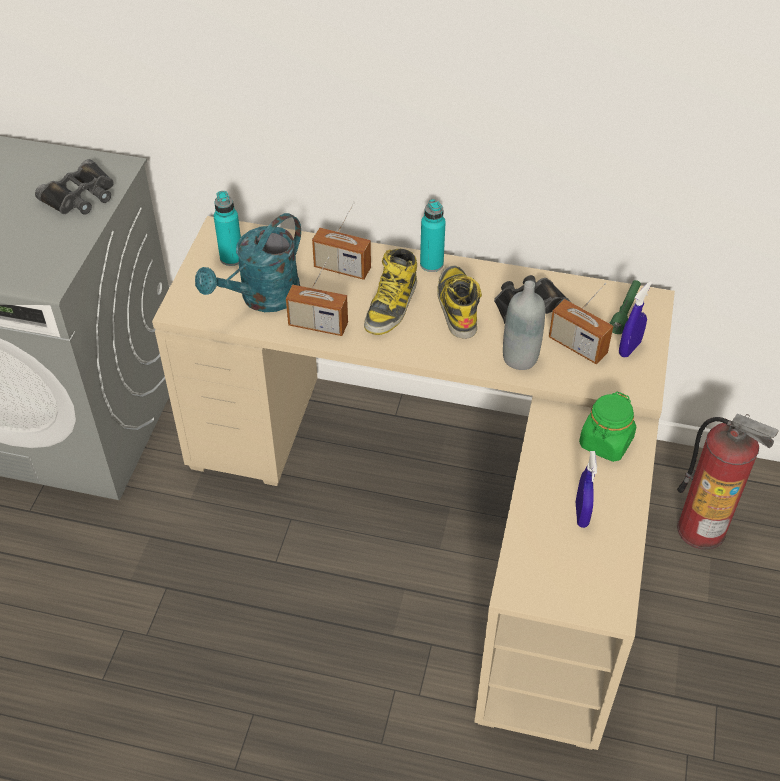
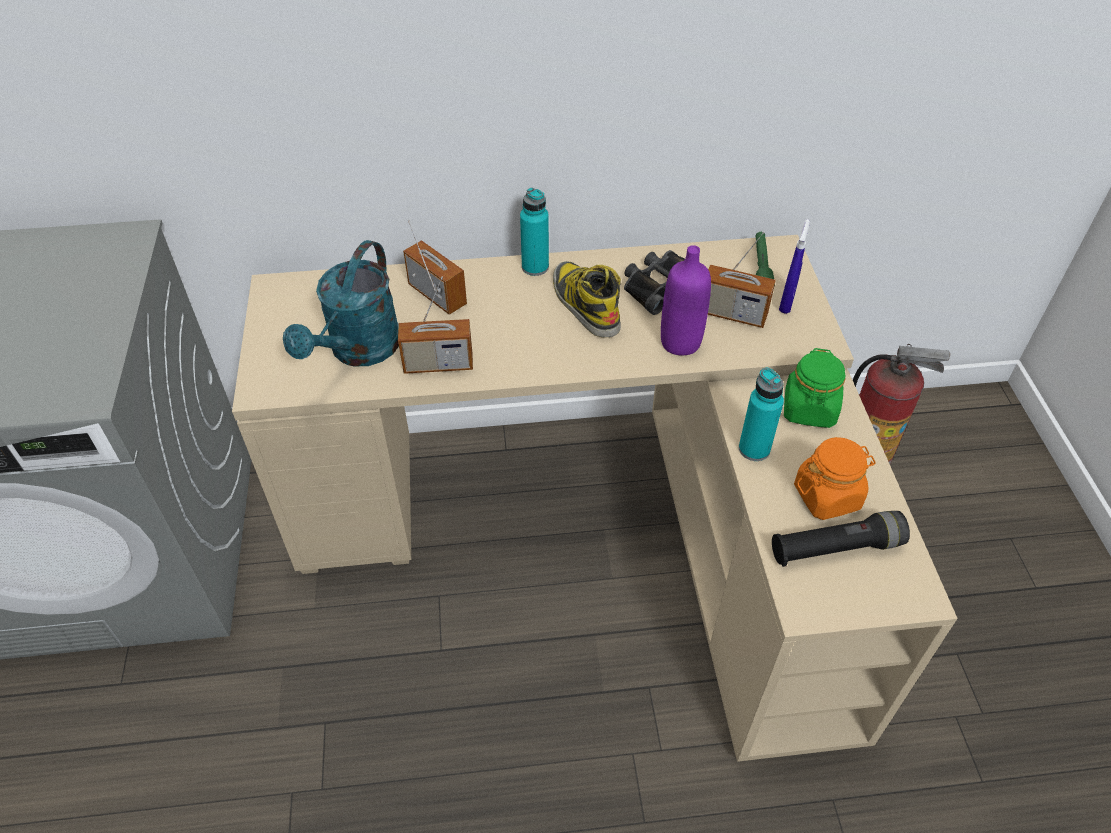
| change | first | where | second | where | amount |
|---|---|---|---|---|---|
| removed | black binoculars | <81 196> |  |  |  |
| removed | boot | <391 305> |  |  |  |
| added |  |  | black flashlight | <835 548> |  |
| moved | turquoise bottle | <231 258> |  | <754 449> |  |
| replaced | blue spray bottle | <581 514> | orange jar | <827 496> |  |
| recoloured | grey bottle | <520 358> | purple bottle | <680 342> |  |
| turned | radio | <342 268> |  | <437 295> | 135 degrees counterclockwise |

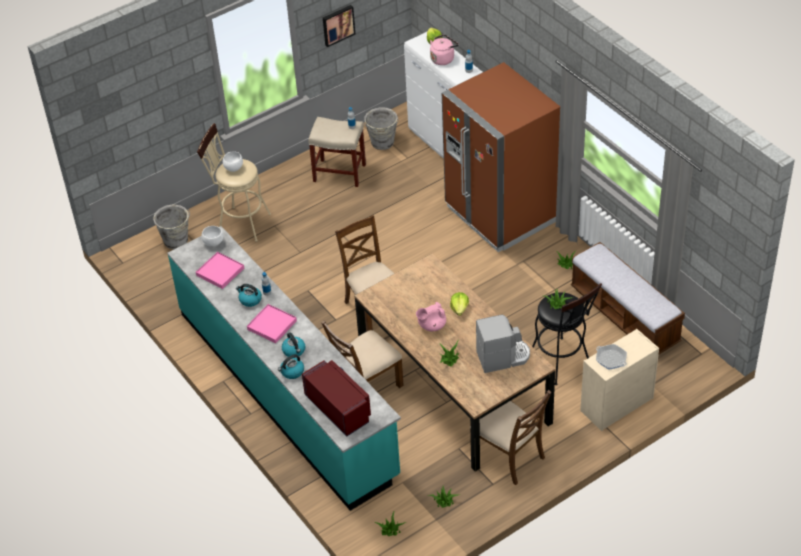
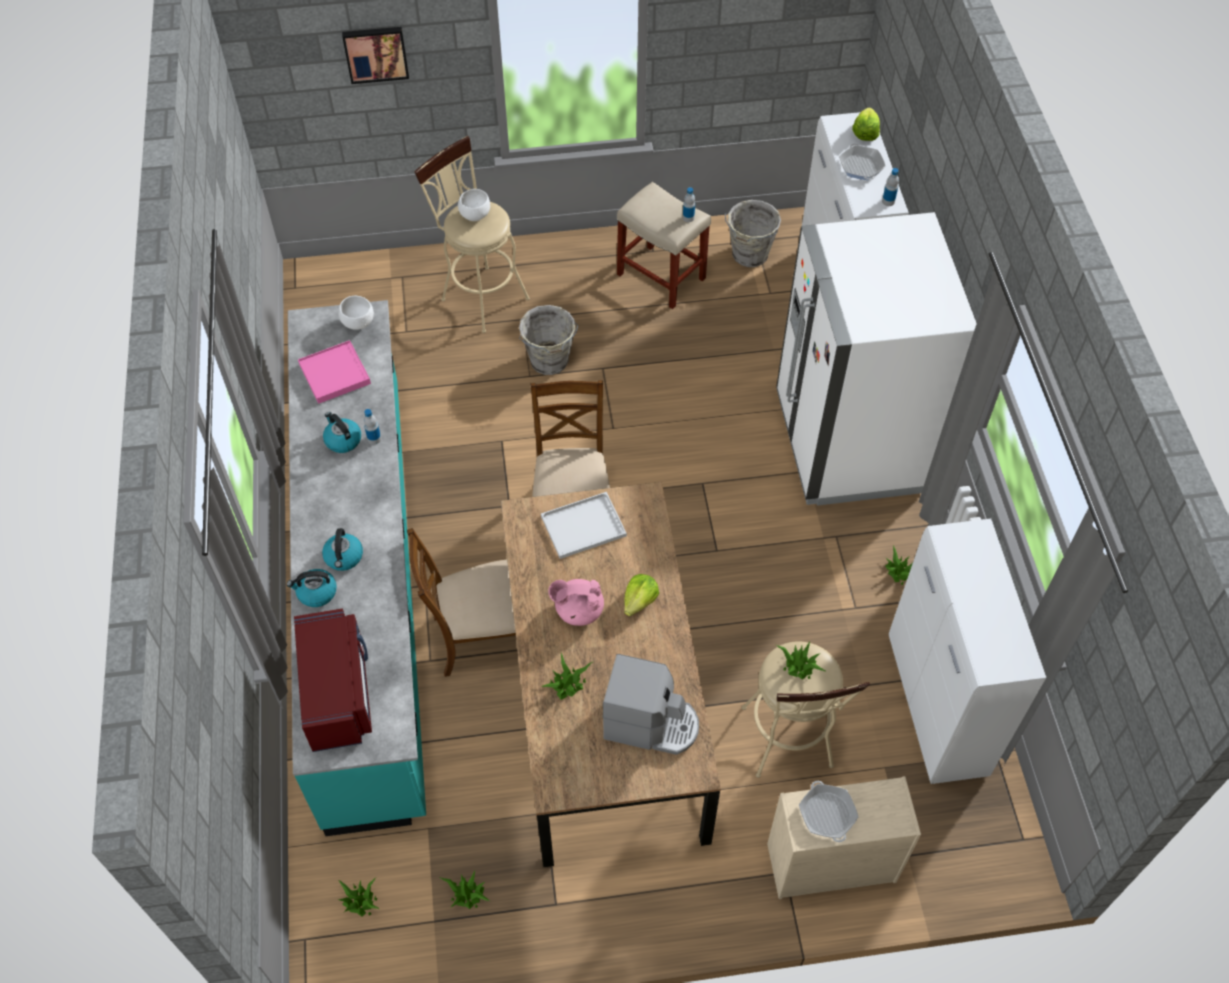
| change | first | where | second | where | amount |
|---|---|---|---|---|---|
| removed | pink tray | <272 325> |  |  |  |
| removed | brown chair | <509 456> |  |  |  |
| added |  |  | white tray | <582 527> |  |
| moved | grey bucket | <176 241> |  | <549 362> |  |
| moved | picture | <338 25> |  | <376 53> |  |
| replaced | pink kettle | <443 59> | frying pan | <861 166> |  |
| replaced | bench | <624 316> | white cabinet | <937 707> |  |
| recoloured | brown fridge | <500 214> | white fridge | <848 443> |  |
| recoloured | black stool | <562 364> | beige stool | <789 745> |  |

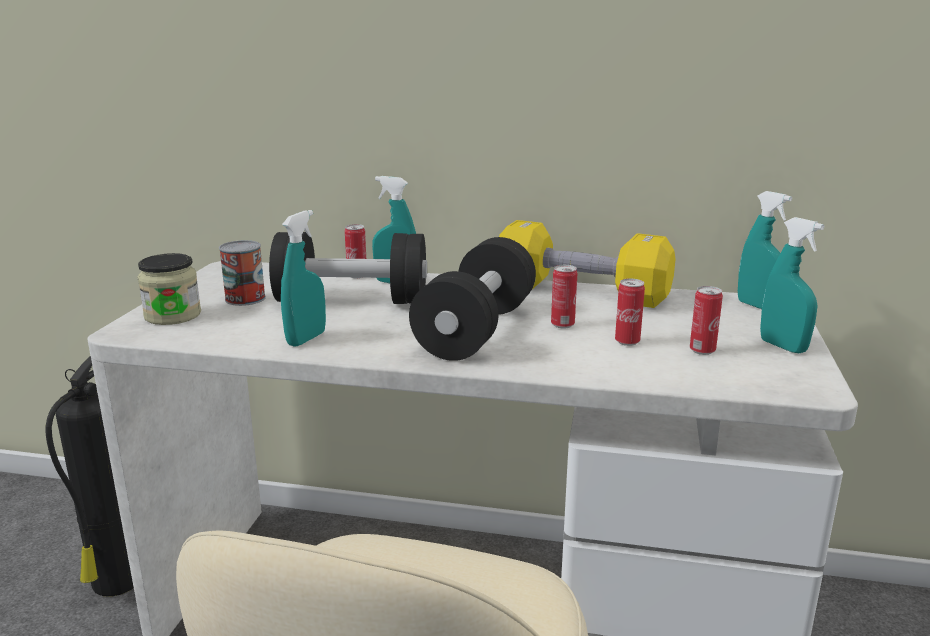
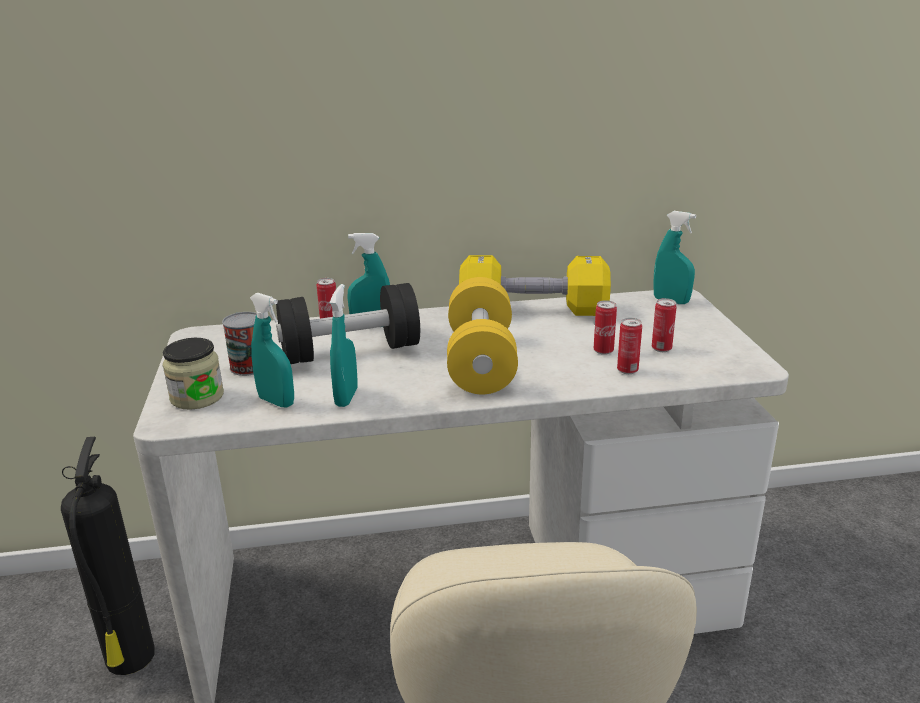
| change | first | where | second | where | amount |
|---|---|---|---|---|---|
| moved | can | <562 325> |  | <627 370> |  |
| moved | turquoise spray bottle | <783 346> |  | <276 401> |  |
| recoloured | black dumbbell | <476 330> | yellow dumbbell | <481 362> |  |

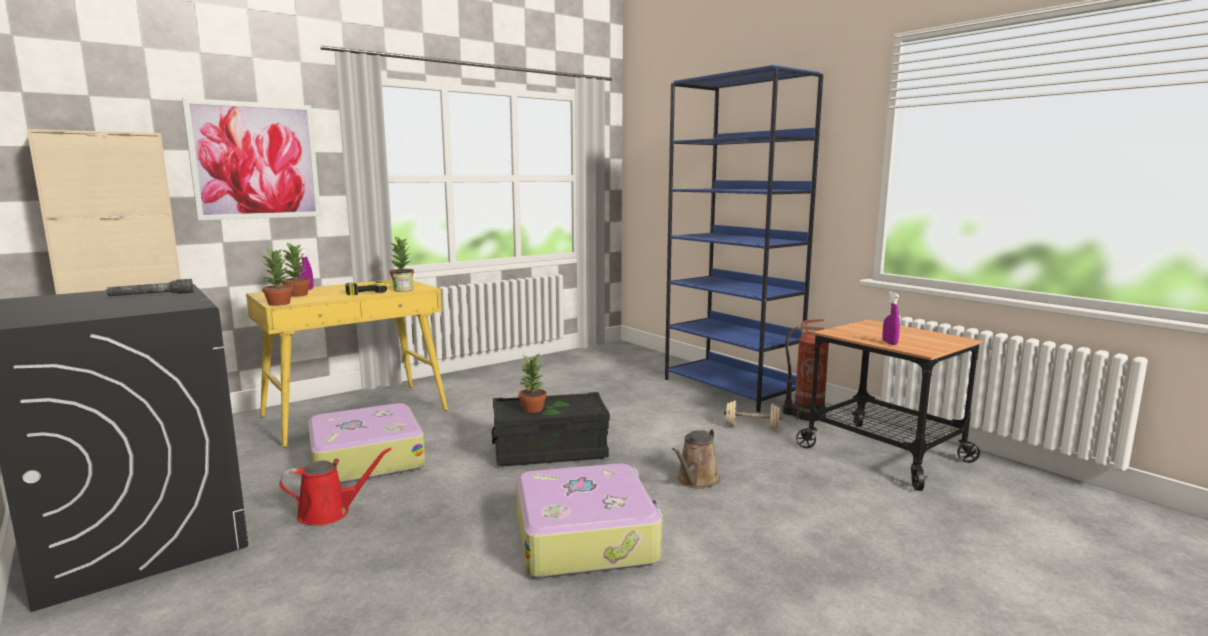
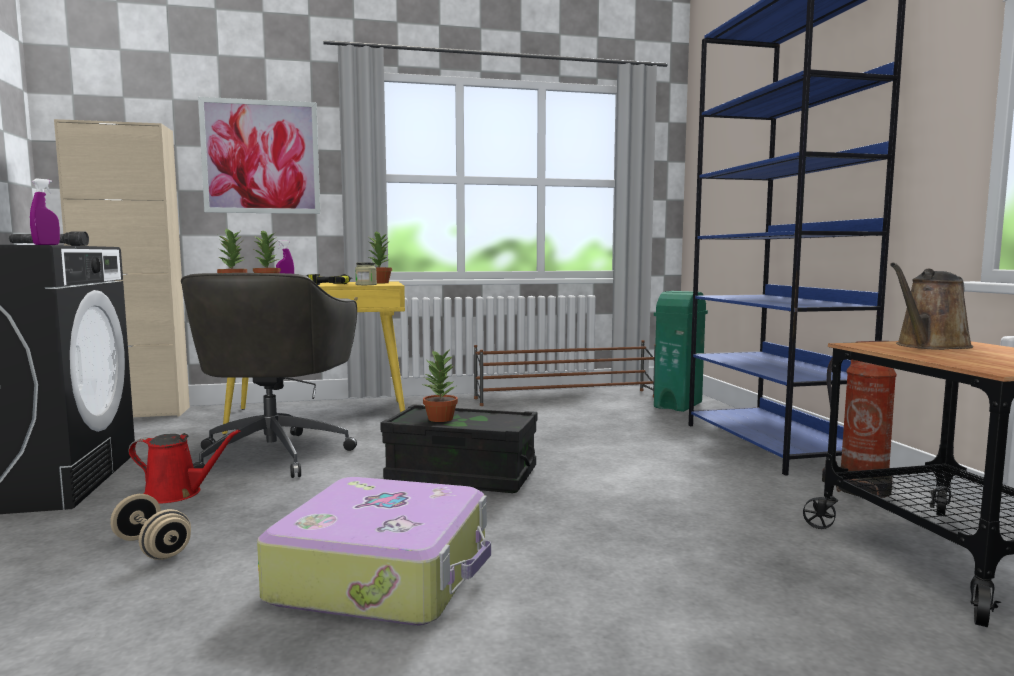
| change | first | where | second | where | amount |
|---|---|---|---|---|---|
| added |  |  | brown shoe rack | <566 398> |  |
| added |  |  | green trash can | <678 405> |  |
| moved | brown watering can | <696 481> |  | <929 346> |  |
| moved | beige dumbbell | <752 427> |  | <152 548> |  |
| moved | purple spray bottle | <889 343> |  | <46 245> |  |
| replaced | suitcase | <365 459> | grey office chair | <274 454> |  |

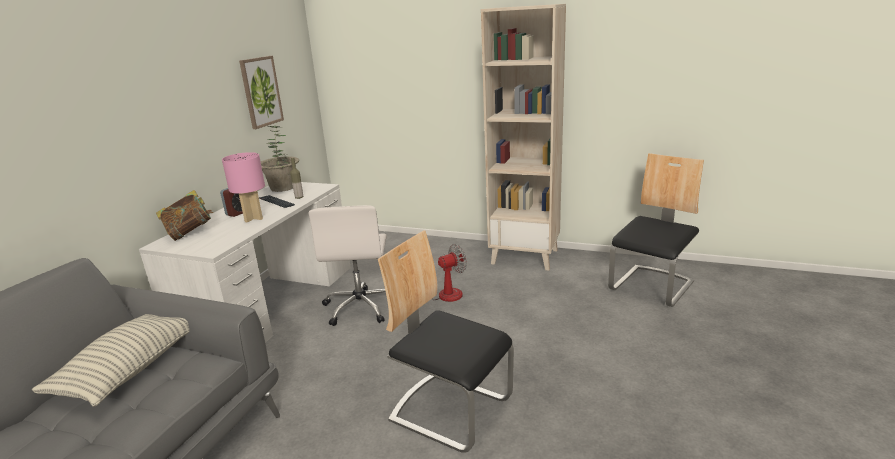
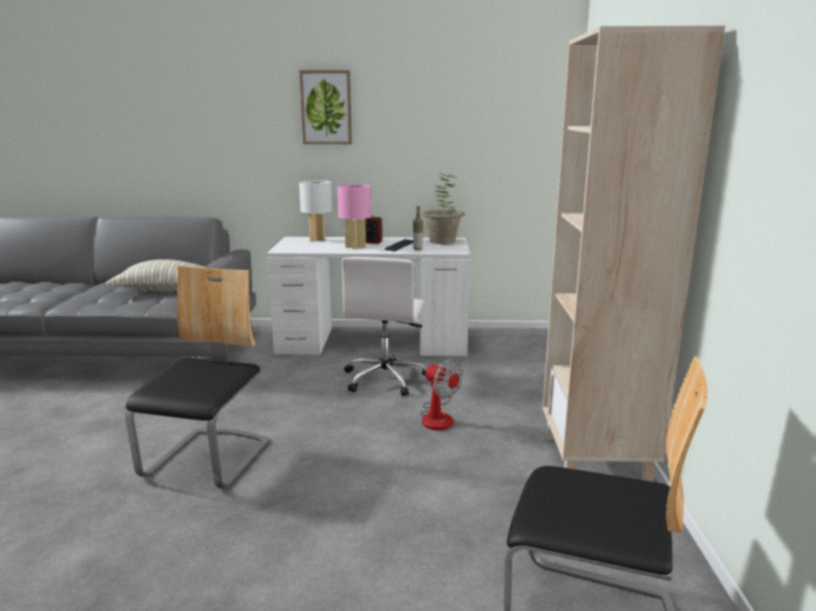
| change | first | where | second | where | amount |
|---|---|---|---|---|---|
| moved | picture | <261 92> |  | <326 107> |  |
| replaced | book | <189 233> | white table lamp | <317 240> |  |
| turned | white office chair | <361 307> |  | <386 379> | 60 degrees counterclockwise |

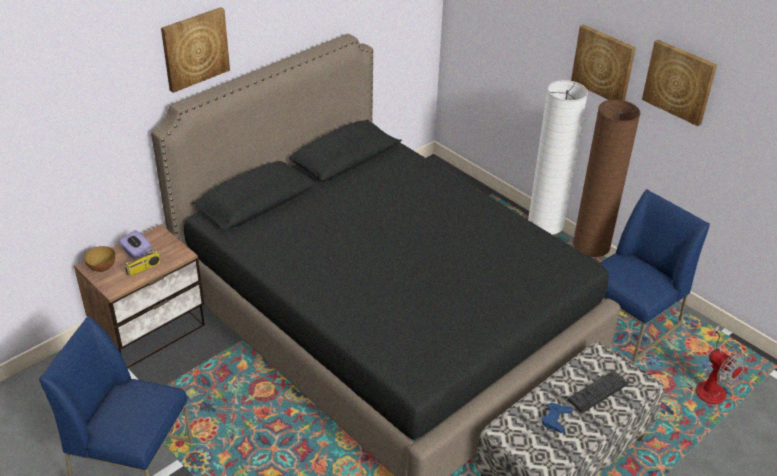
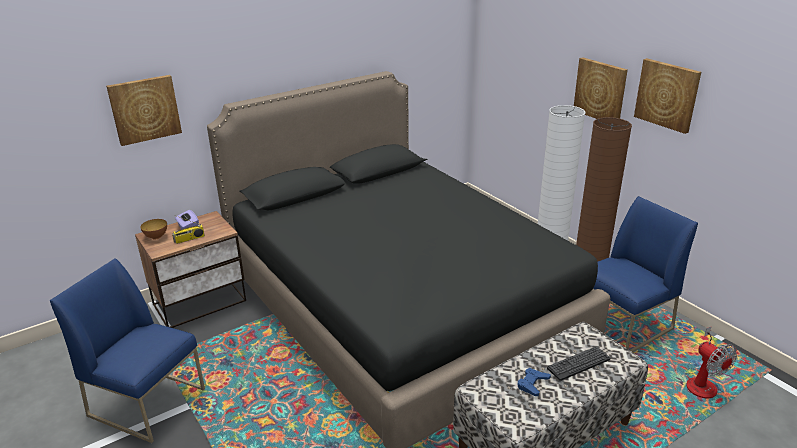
| change | first | where | second | where | amount |
|---|---|---|---|---|---|
| moved | picture | <195 48> |  | <144 109> |  |

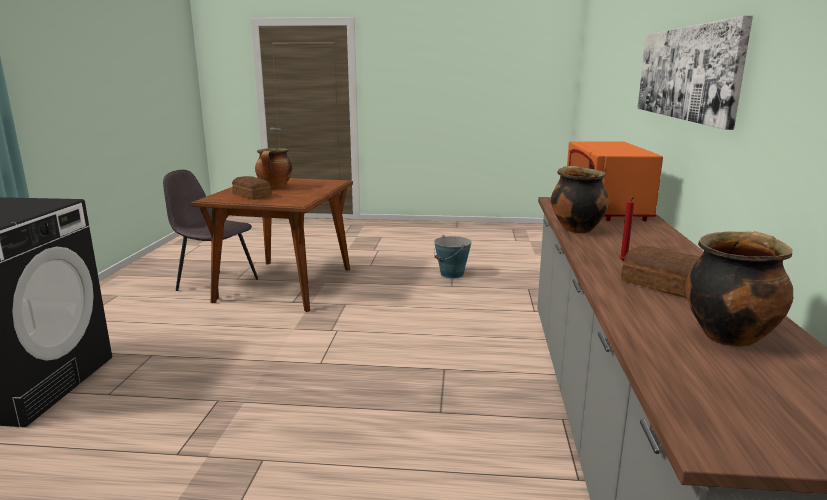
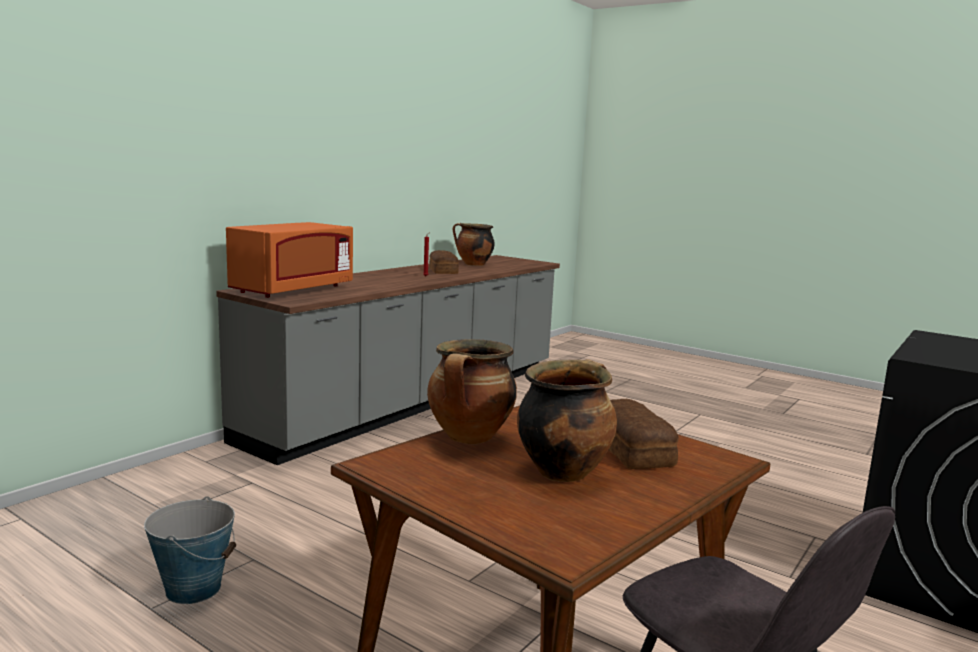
| change | first | where | second | where | amount |
|---|---|---|---|---|---|
| removed | picture | <685 73> |  |  |  |
| moved | cooking pot | <575 229> |  | <470 438> |  |

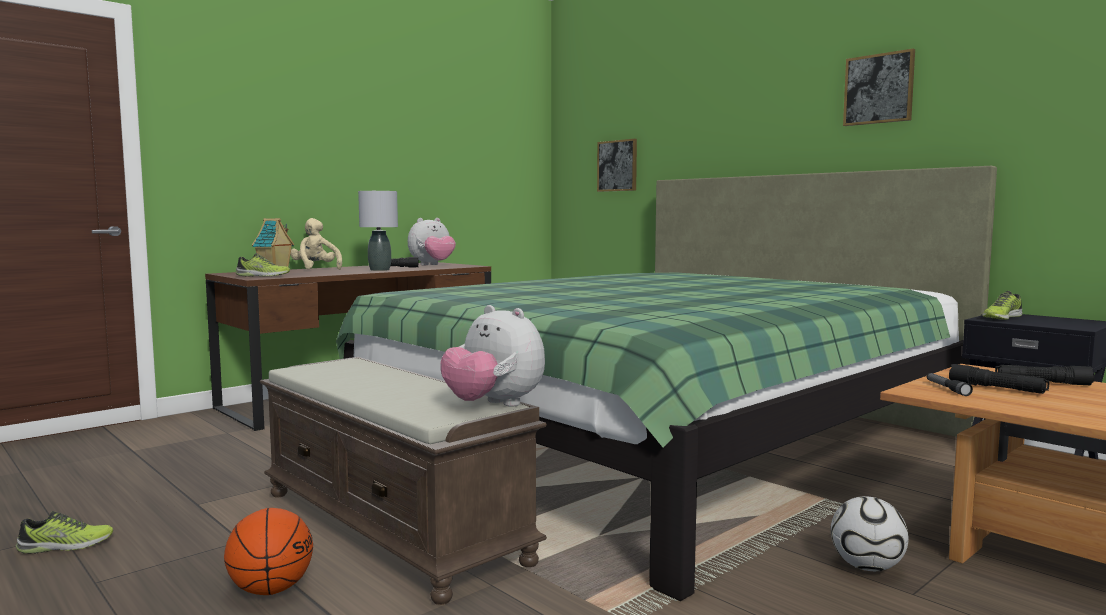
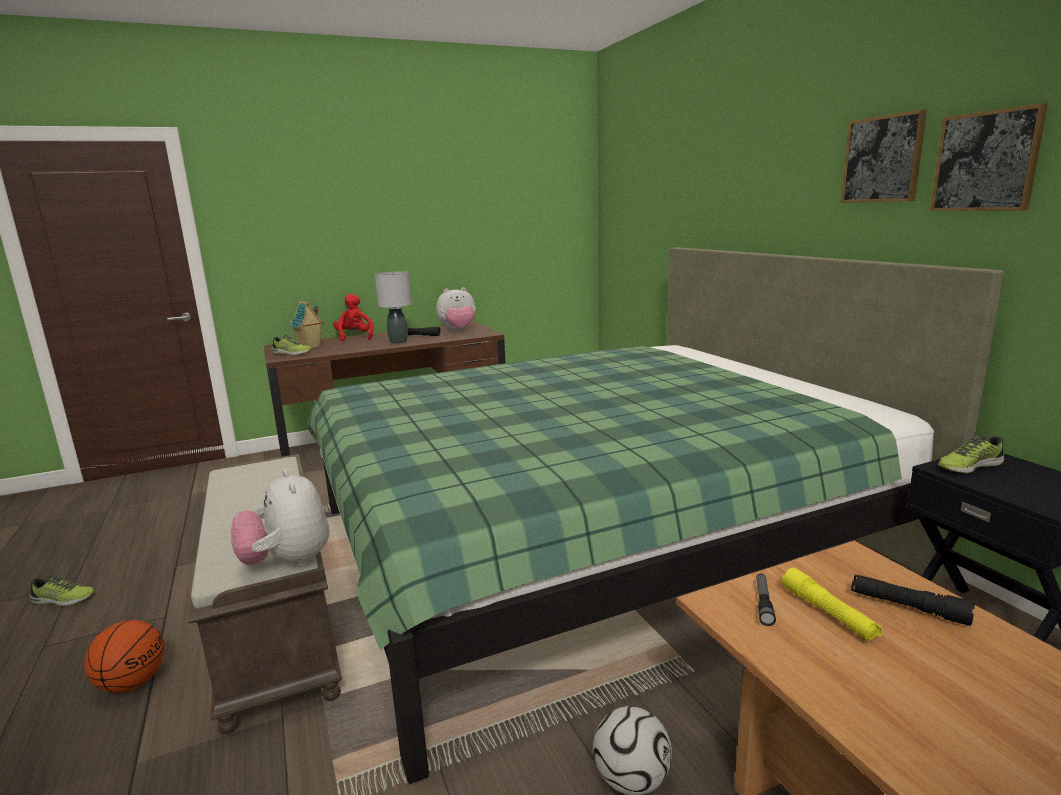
| change | first | where | second | where | amount |
|---|---|---|---|---|---|
| moved | picture | <617 165> |  | <986 161> |  |
| recoloured | beige plush toy | <316 269> | red plush toy | <355 337> |  |
| recoloured | black flashlight | <997 389> | yellow flashlight | <828 613> |  |

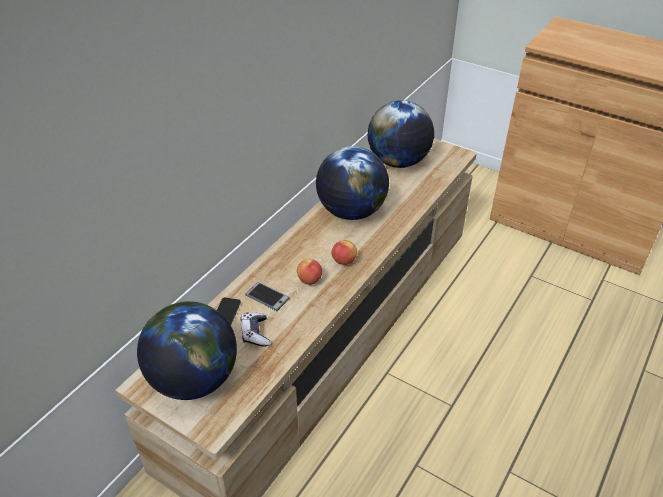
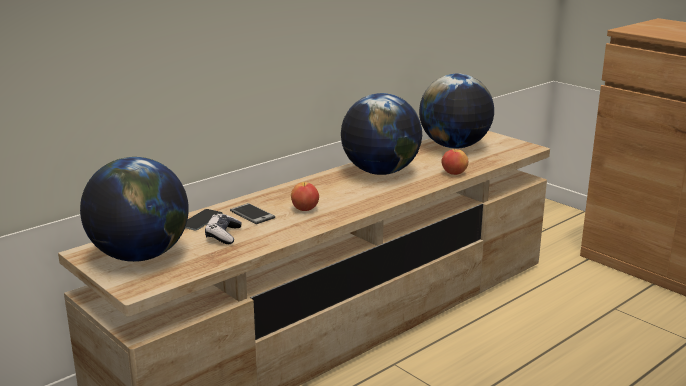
| change | first | where | second | where | amount |
|---|---|---|---|---|---|
| moved | apple | <344 261> |  | <454 173> |  |

